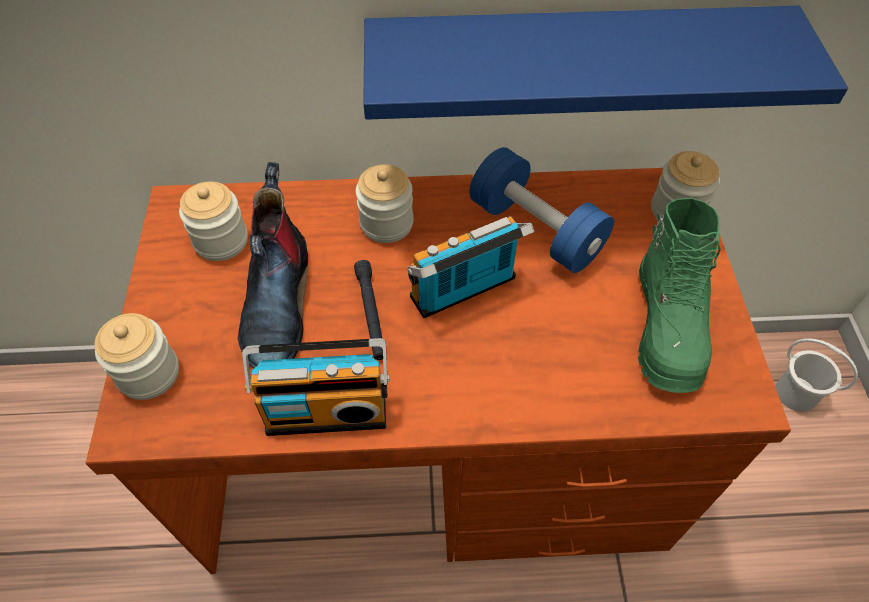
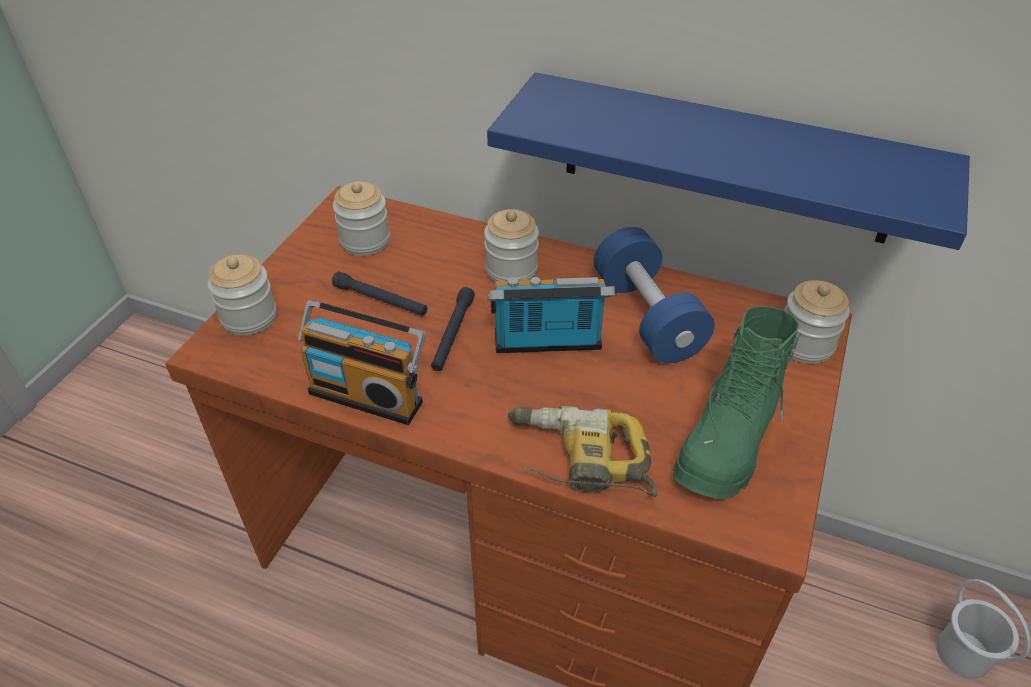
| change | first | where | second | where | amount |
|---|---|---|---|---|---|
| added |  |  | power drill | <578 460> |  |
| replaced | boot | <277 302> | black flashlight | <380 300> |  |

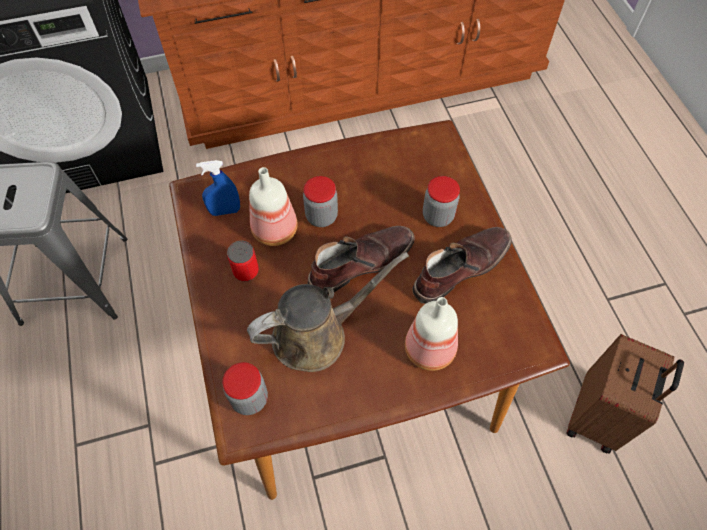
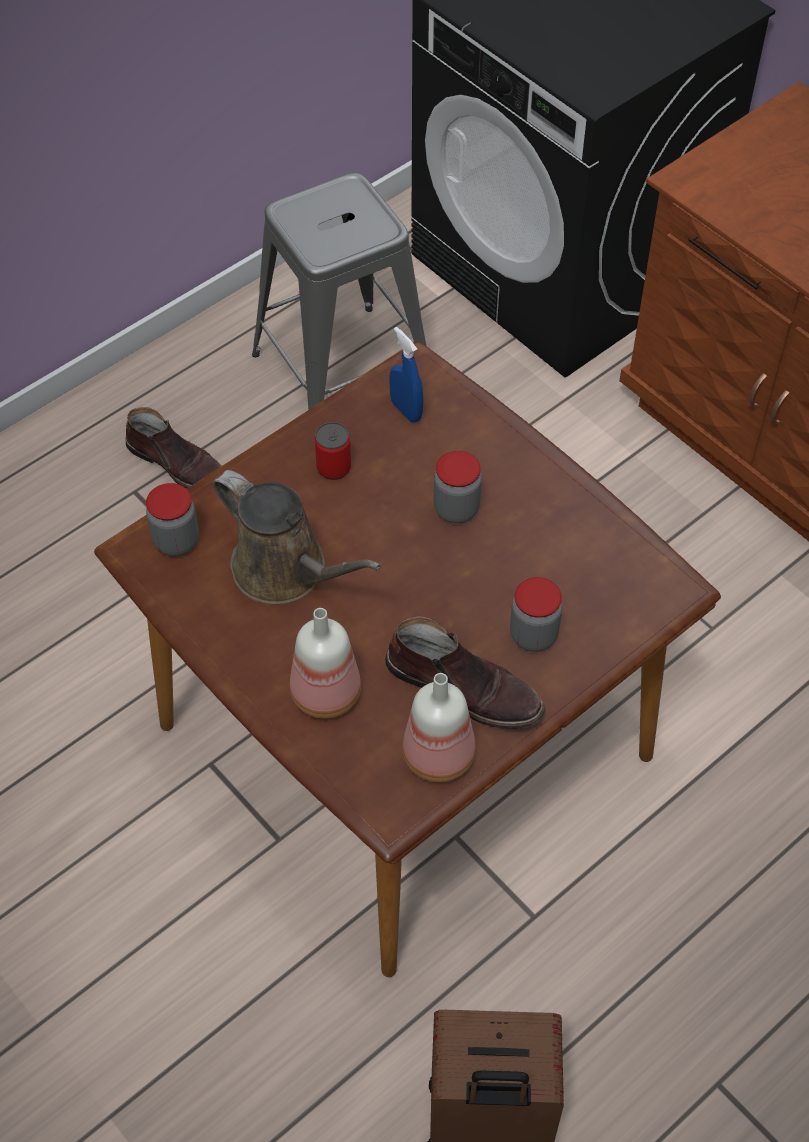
| change | first | where | second | where | amount |
|---|---|---|---|---|---|
| moved | bottle | <275 229> |  | <440 754> |  |
| moved | brown boot | <360 262> |  | <179 464> |  |

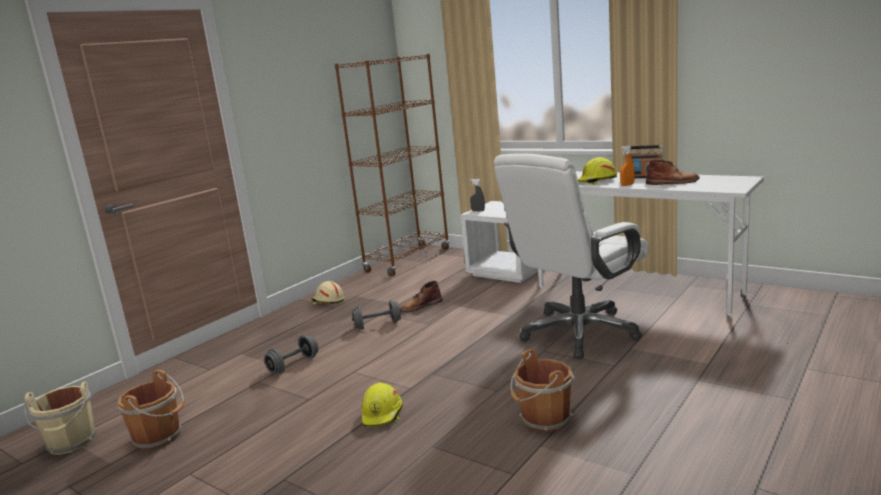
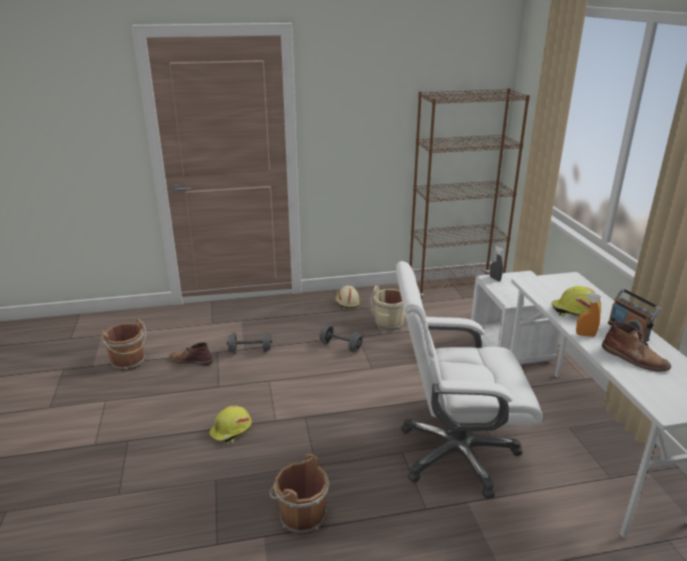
| change | first | where | second | where | amount |
|---|---|---|---|---|---|
| moved | beige bucket | <71 443> |  | <389 324> |  |
| moved | brown boot | <421 306> |  | <191 360> |  |

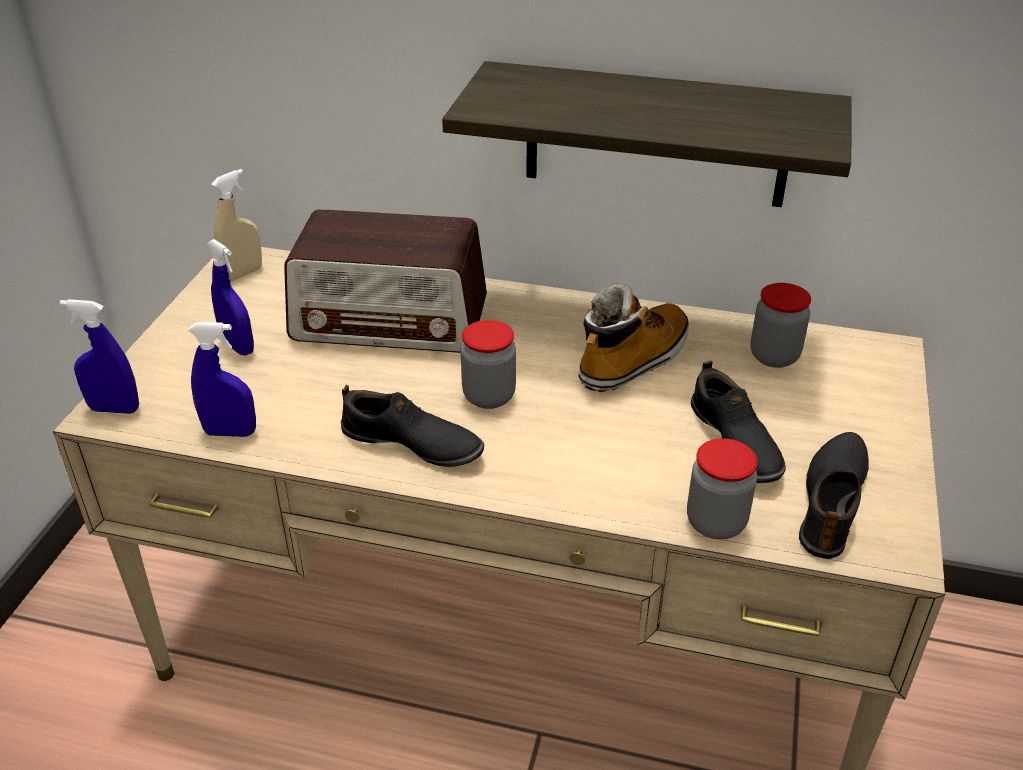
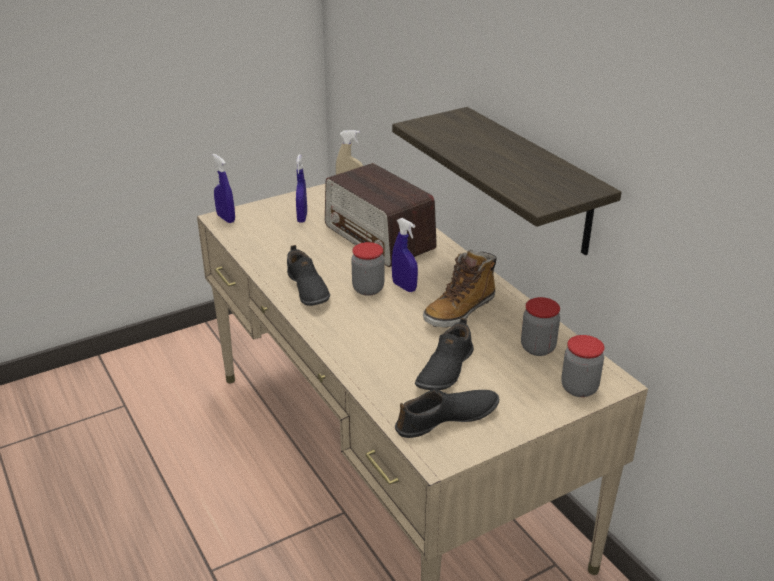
| change | first | where | second | where | amount |
|---|---|---|---|---|---|
| moved | blue spray bottle | <230 432> |  | <404 287> |  |
| moved | jar | <716 523> |  | <579 388> |  |
| turned | boot | <633 361> |  | <459 311> | 135 degrees clockwise |

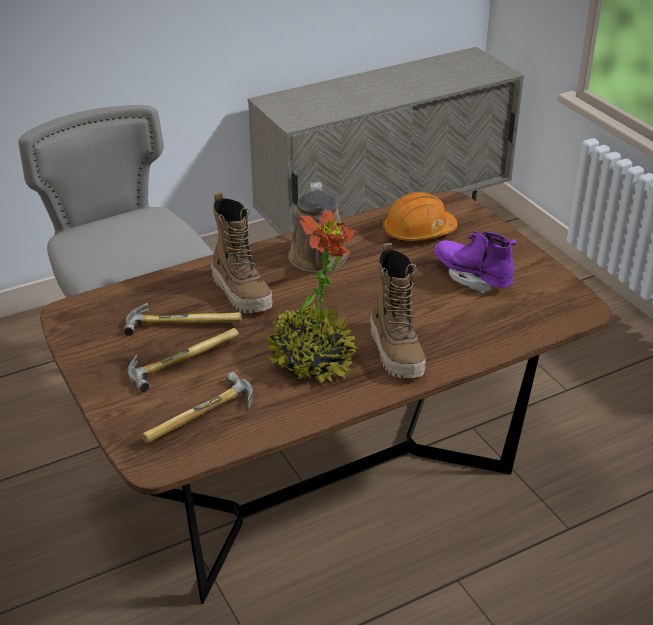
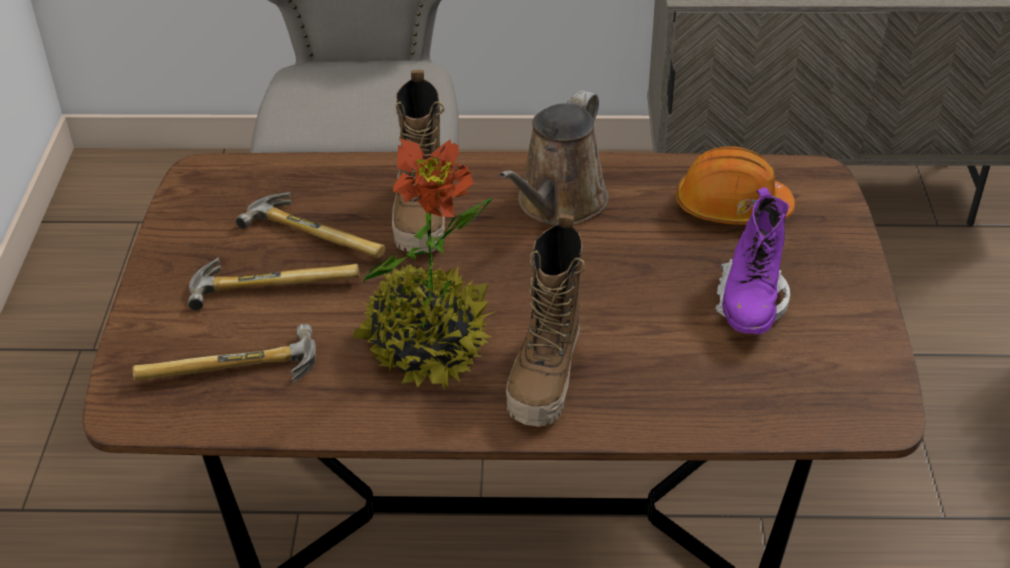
| change | first | where | second | where | amount |
|---|---|---|---|---|---|
| turned | purple boot | <472 277> |  | <750 303> | 150 degrees counterclockwise |

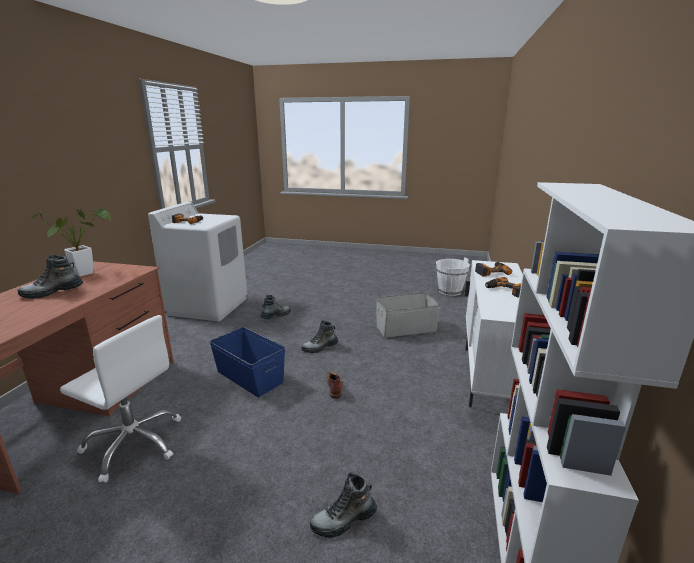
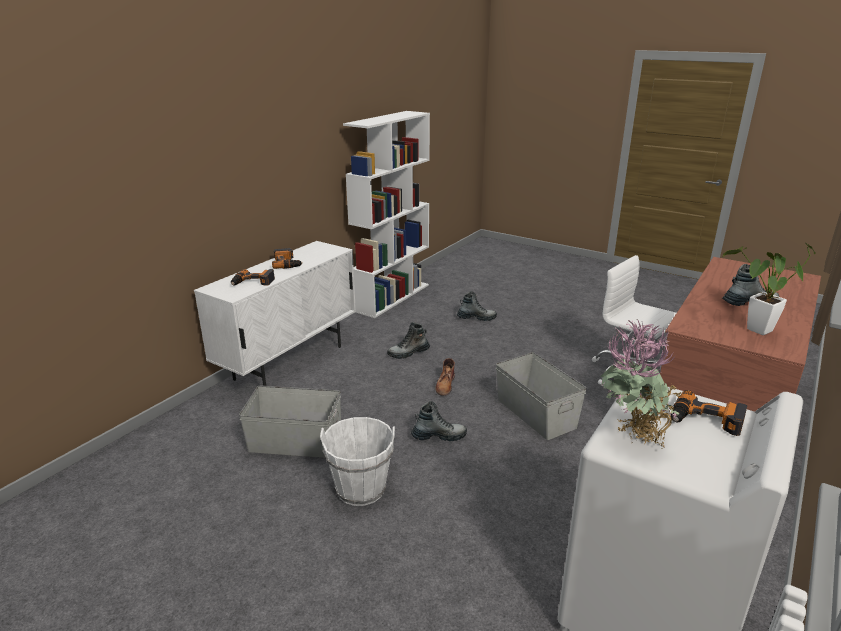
| change | first | where | second | where | amount |
|---|---|---|---|---|---|
| added |  |  | potted plant | <632 439> |  |
| moved | boot | <275 316> |  | <408 353> |  |
| moved | white bucket | <450 291> |  | <361 488> |  |
| recoloured | blue storage box | <249 377> | grey storage box | <536 413> |  |

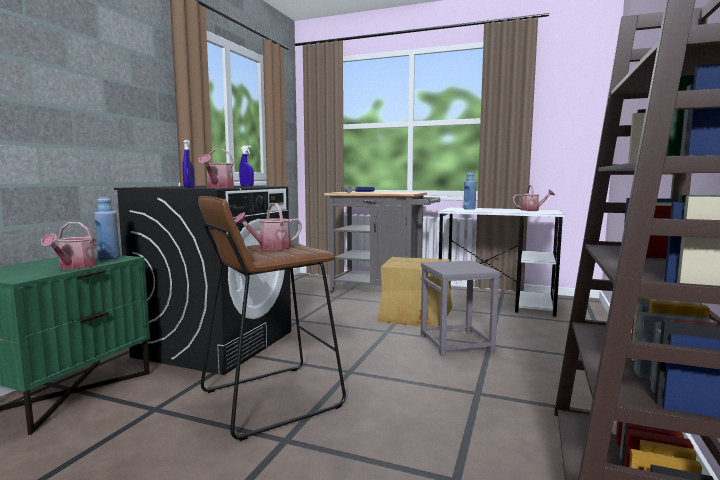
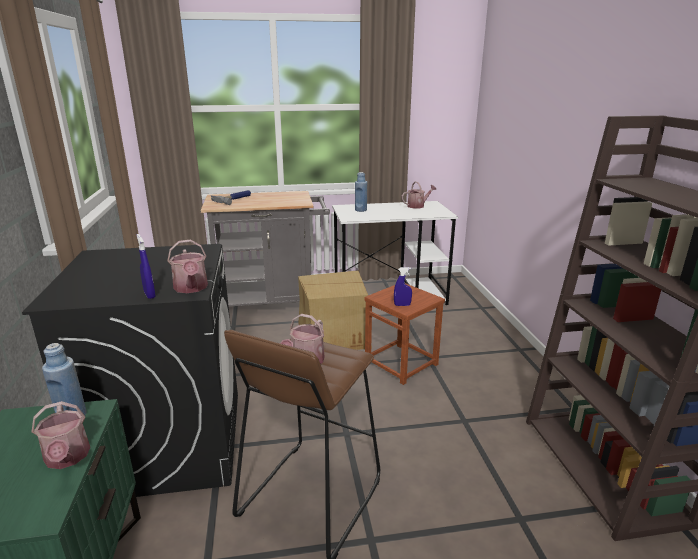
| change | first | where | second | where | amount |
|---|---|---|---|---|---|
| moved | blue spray bottle | <246 186> |  | <402 305> |  |
| recoloured | grey stool | <456 343> | brown stool | <401 363> |  |

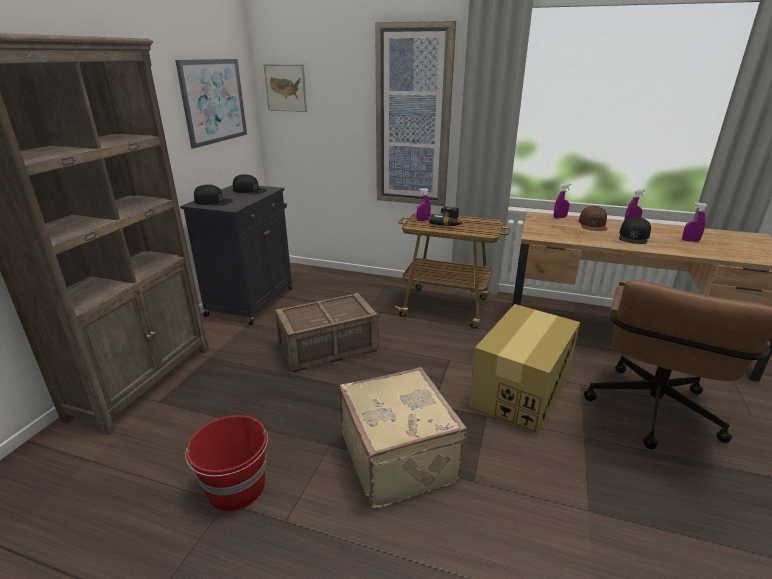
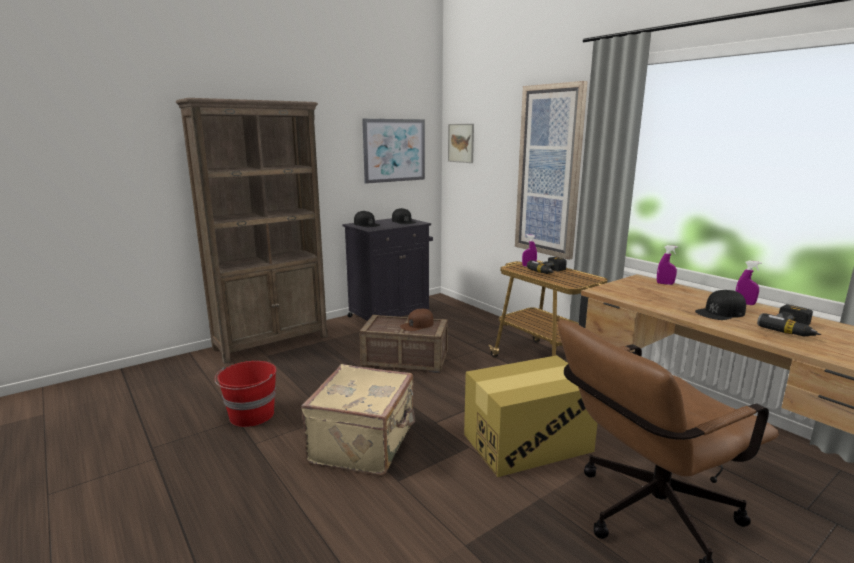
| change | first | where | second | where | amount |
|---|---|---|---|---|---|
| moved | brown cap | <593 224> |  | <417 325> |  |
| replaced | purple spray bottle | <690 241> | power drill | <794 330> |  |

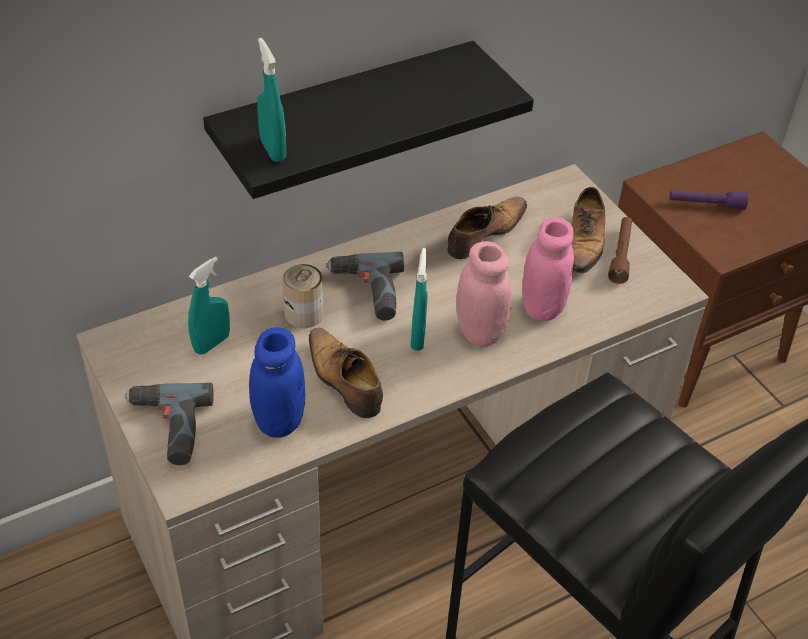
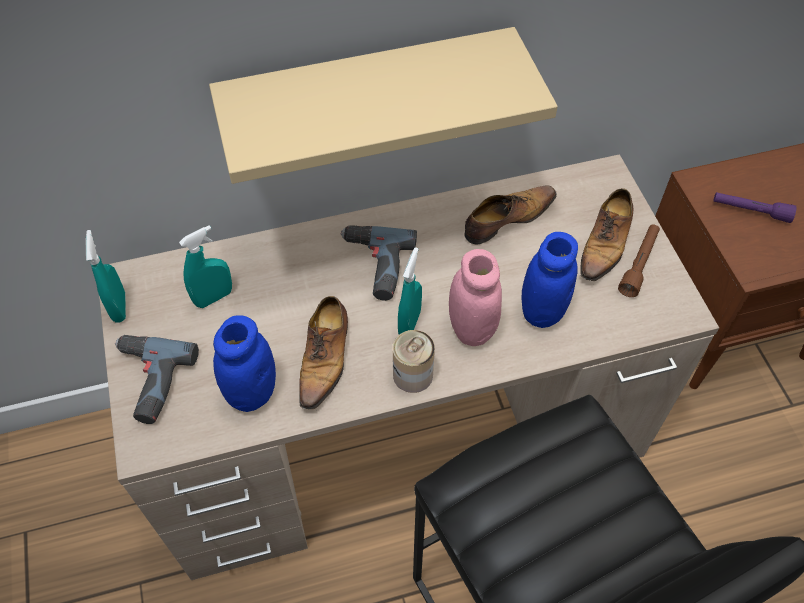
| change | first | where | second | where | amount |
|---|---|---|---|---|---|
| moved | turquoise spray bottle | <273 150> |  | <119 307> |  |
| moved | can | <304 314> |  | <413 375> |  |
| recoloured | black shelf | <344 120> | beige shelf | <367 96> |  |
| recoloured | pink jar | <542 307> | blue jar | <542 311> |  |
| turned | shoe | <344 380> |  | <325 359> | 150 degrees counterclockwise |

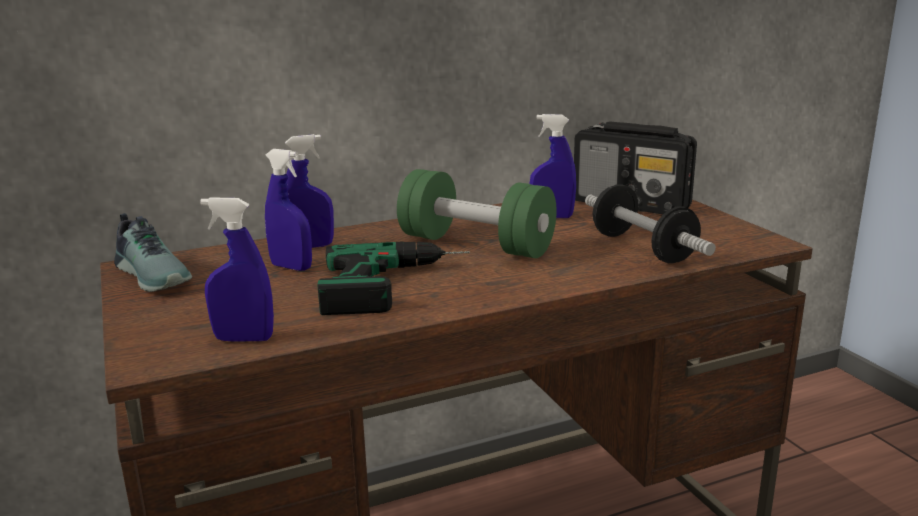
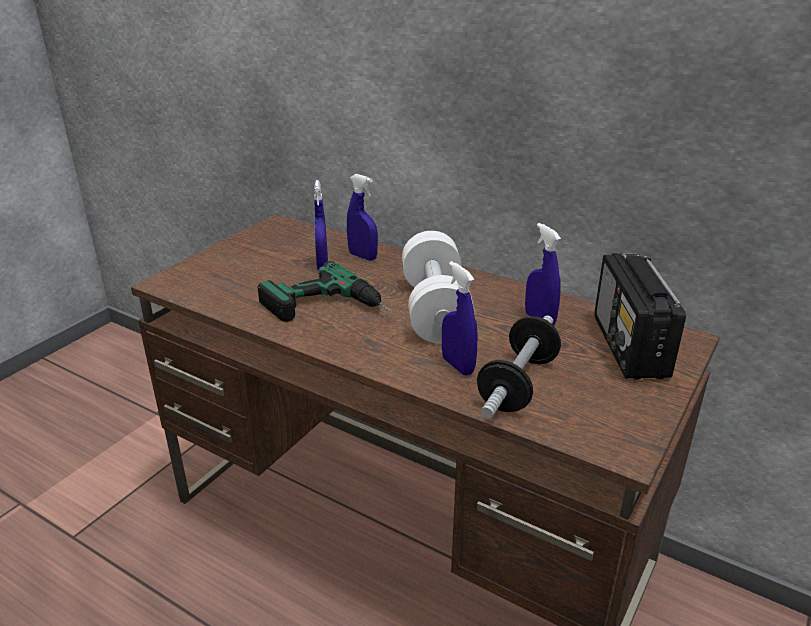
| change | first | where | second | where | amount |
|---|---|---|---|---|---|
| removed | shoe | <155 275> |  |  |  |
| moved | blue spray bottle | <244 339> |  | <457 366> |  |
| recoloured | green dumbbell | <476 245> | white dumbbell | <435 310> |  |

